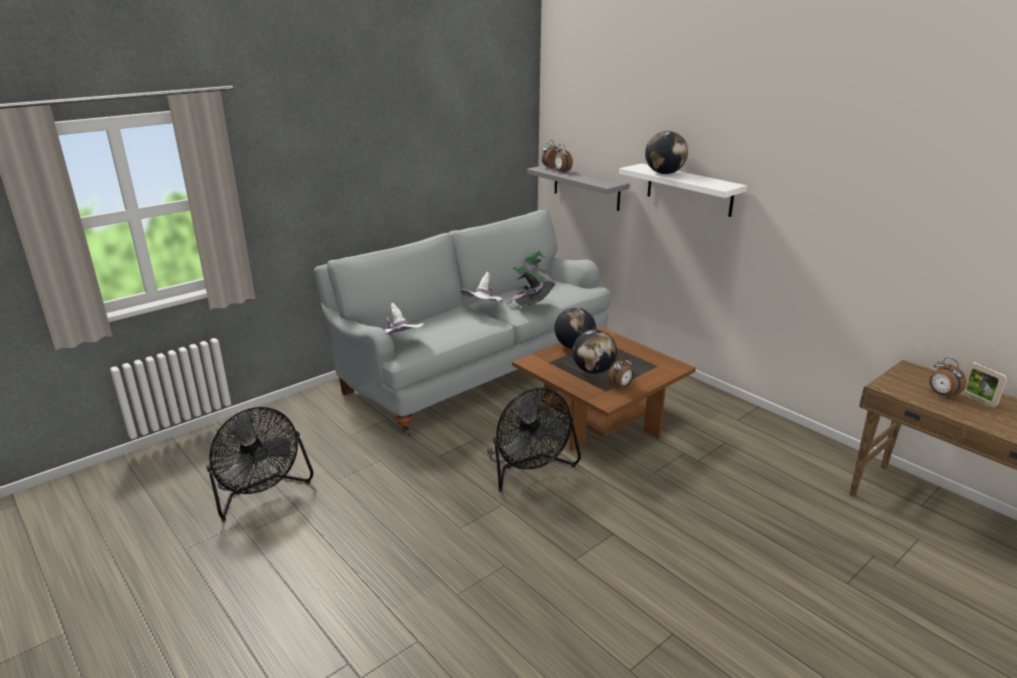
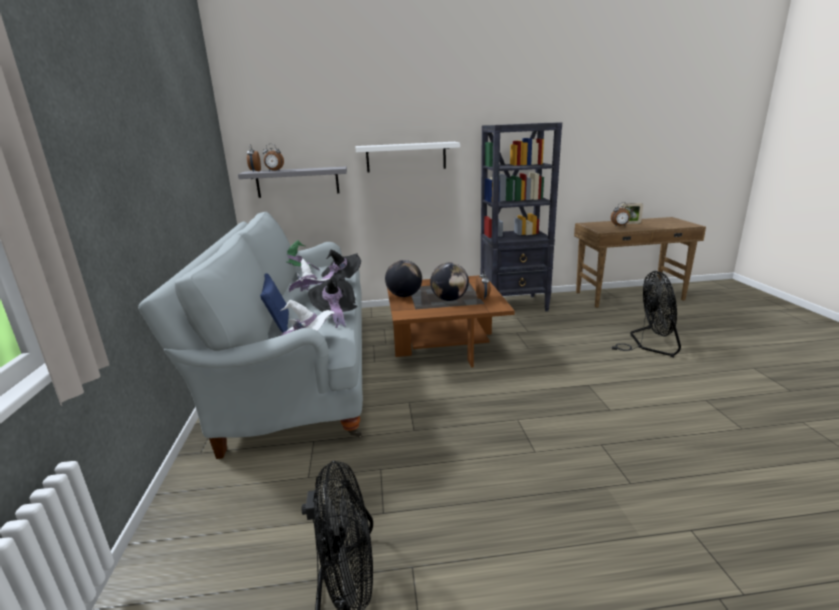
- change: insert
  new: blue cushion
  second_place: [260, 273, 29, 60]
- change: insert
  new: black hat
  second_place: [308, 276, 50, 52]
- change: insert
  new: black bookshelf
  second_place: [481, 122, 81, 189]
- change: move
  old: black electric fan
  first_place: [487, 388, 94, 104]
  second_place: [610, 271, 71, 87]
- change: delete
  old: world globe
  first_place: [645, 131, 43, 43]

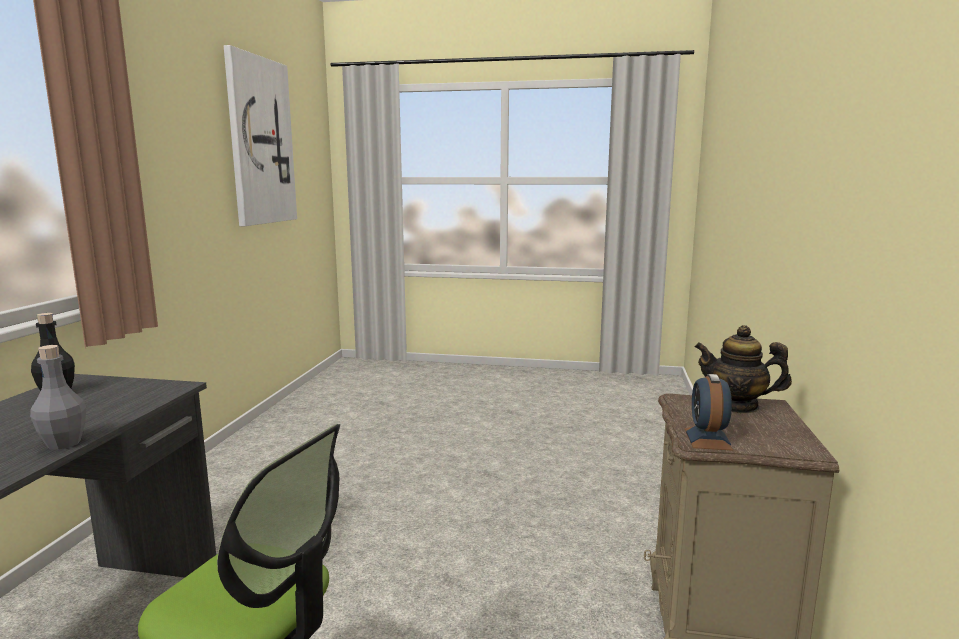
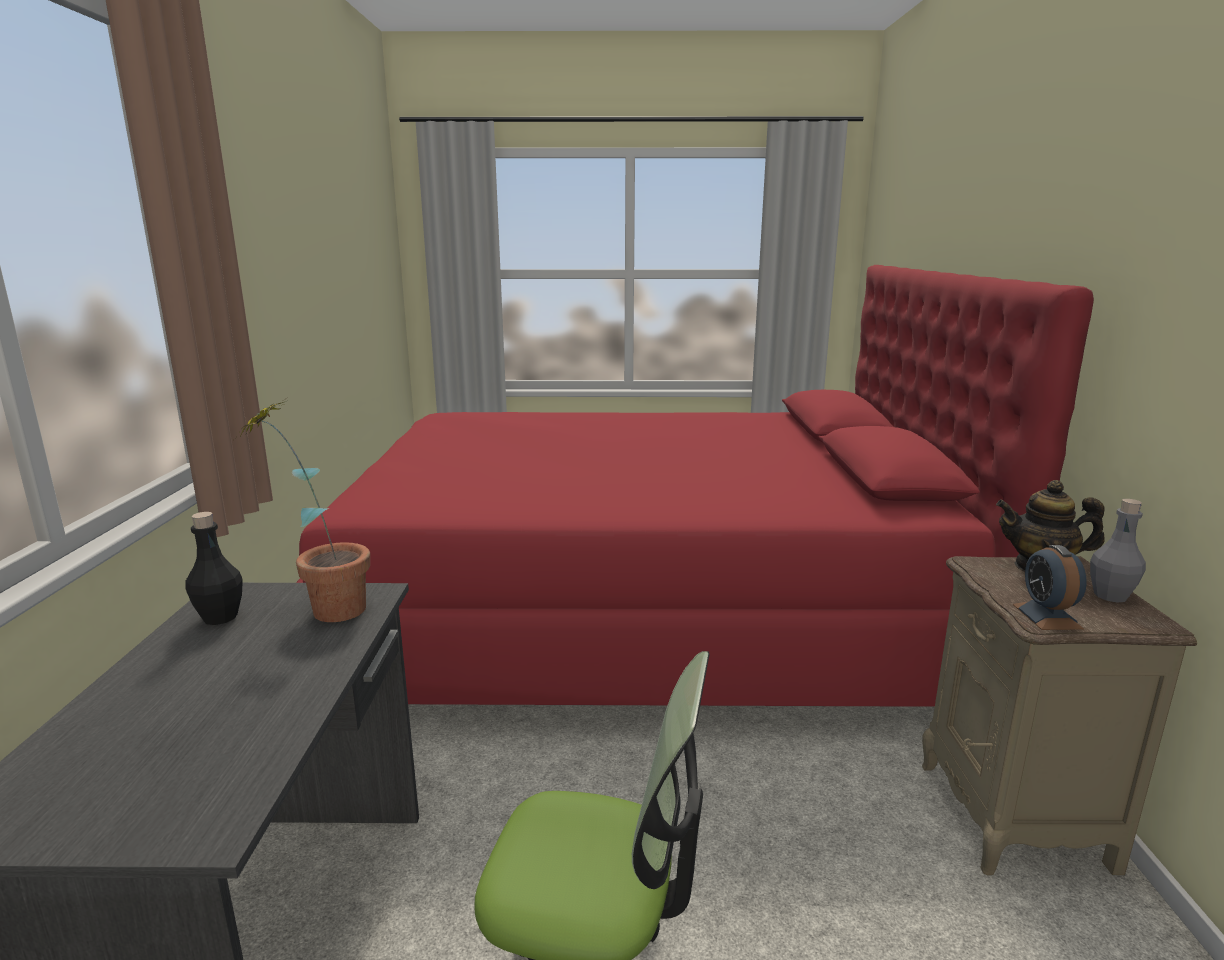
- change: insert
  new: plant in a pot
  second_place: [237, 397, 133, 225]
- change: insert
  new: red-coloured bed
  second_place: [296, 265, 798, 442]
- change: move
  old: gray drink bottle
  first_place: [30, 345, 56, 105]
  second_place: [1090, 499, 56, 103]
- change: delete
  old: wall art
  first_place: [224, 45, 73, 181]

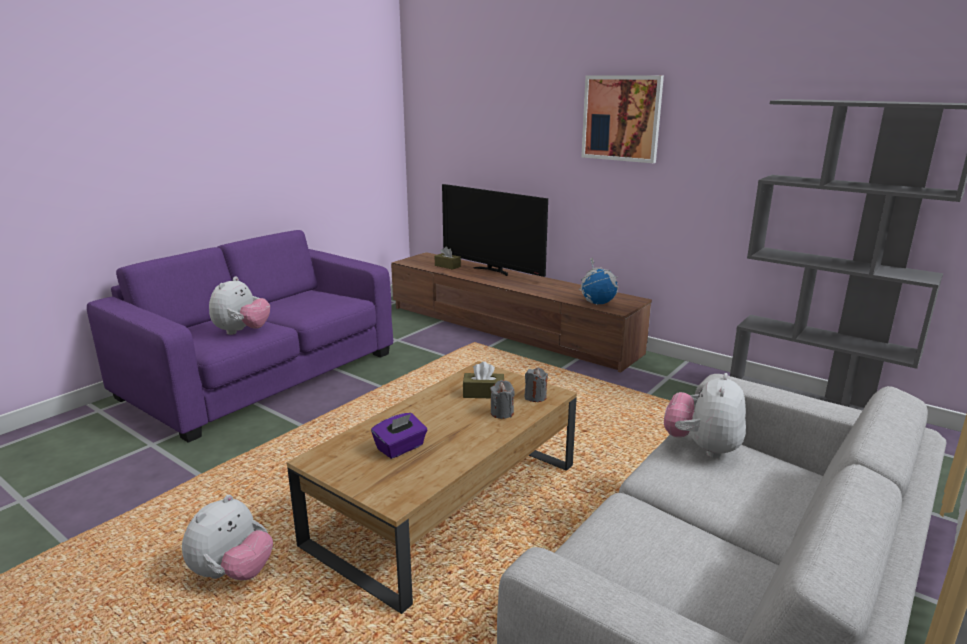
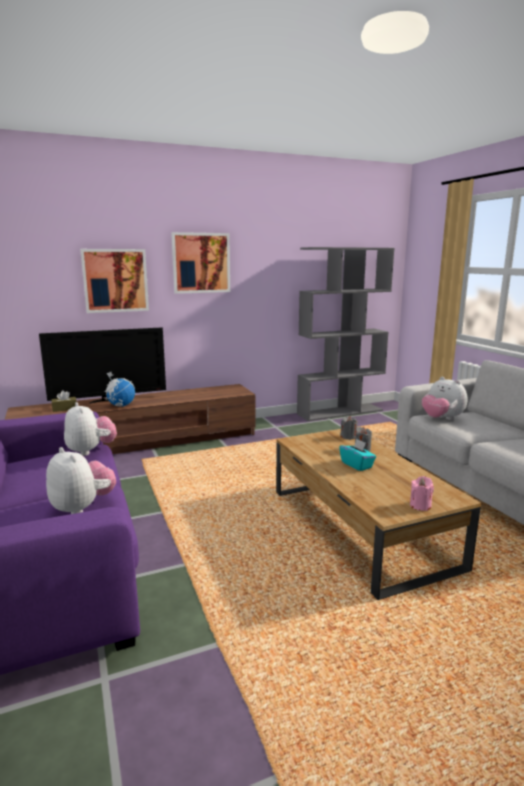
- change: move
  old: plush toy
  first_place: [182, 495, 91, 85]
  second_place: [64, 402, 53, 54]
- change: insert
  new: wall art
  second_place: [80, 249, 69, 64]
- change: move
  old: world globe
  first_place: [580, 258, 38, 47]
  second_place: [105, 371, 30, 36]
- change: insert
  new: blue-green tissue box
  second_place: [339, 438, 37, 33]
- change: insert
  new: pink-coloured candle
  second_place: [410, 476, 24, 35]
- change: delete
  old: purplish tissue box
  first_place: [371, 413, 56, 46]
- change: delete
  old: brown-coloured tissue box
  first_place: [463, 362, 41, 36]

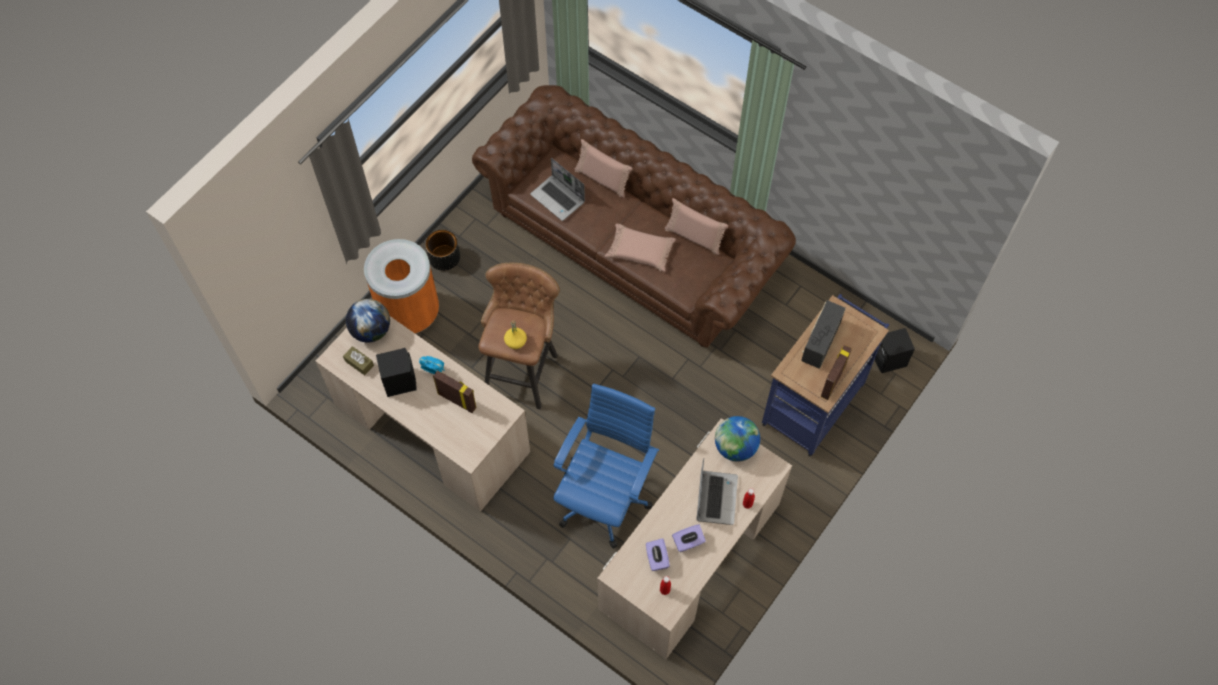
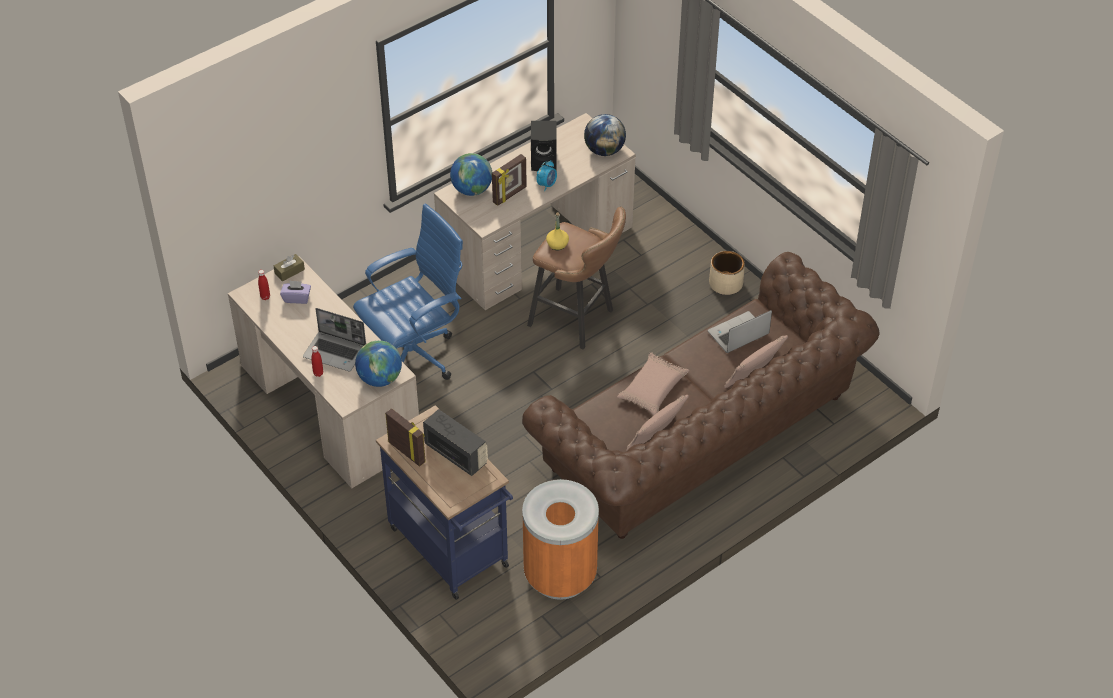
- change: move
  old: brown-coloured tissue box
  first_place: [343, 346, 31, 29]
  second_place: [274, 254, 31, 28]
- change: rotate
  old: blue office chair
  first_place: [553, 384, 106, 165]
  second_place: [353, 204, 110, 176]
  degrees: -75
- change: insert
  new: world globe
  second_place: [450, 153, 42, 43]
- change: move
  old: orange-coloured waste bin
  first_place: [364, 239, 75, 95]
  second_place: [522, 479, 77, 121]
- change: recolor
  old: black planter
  new: beige-coloured planter
  first_place: [425, 230, 35, 41]
  second_place: [709, 251, 36, 44]
- change: delete
  old: purplish tissue box
  first_place: [672, 524, 34, 28]
- change: delete
  old: black audio speaker
  first_place: [875, 328, 40, 45]

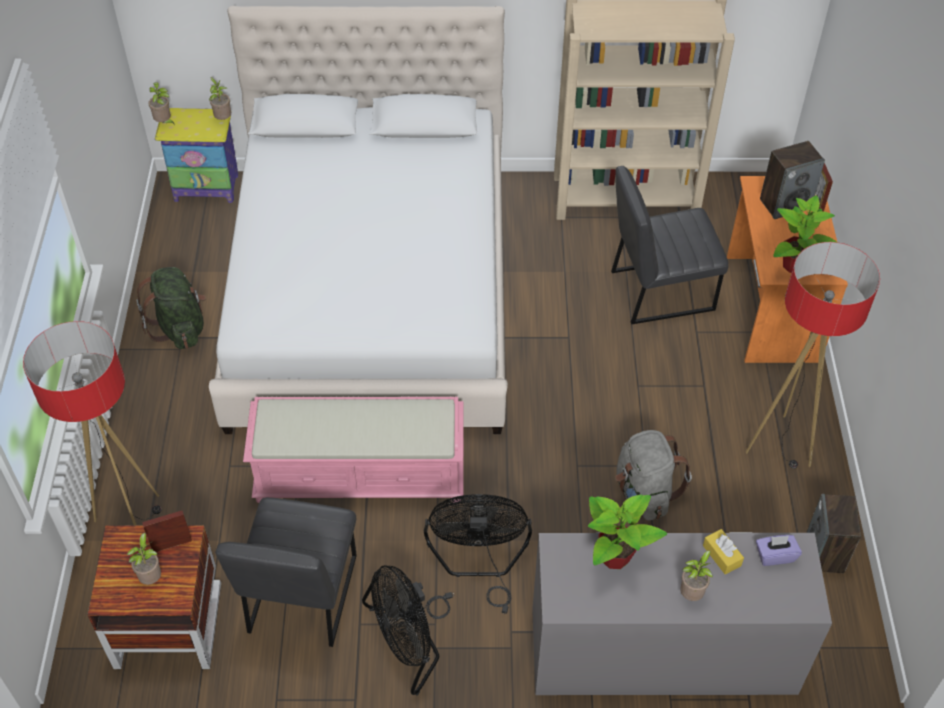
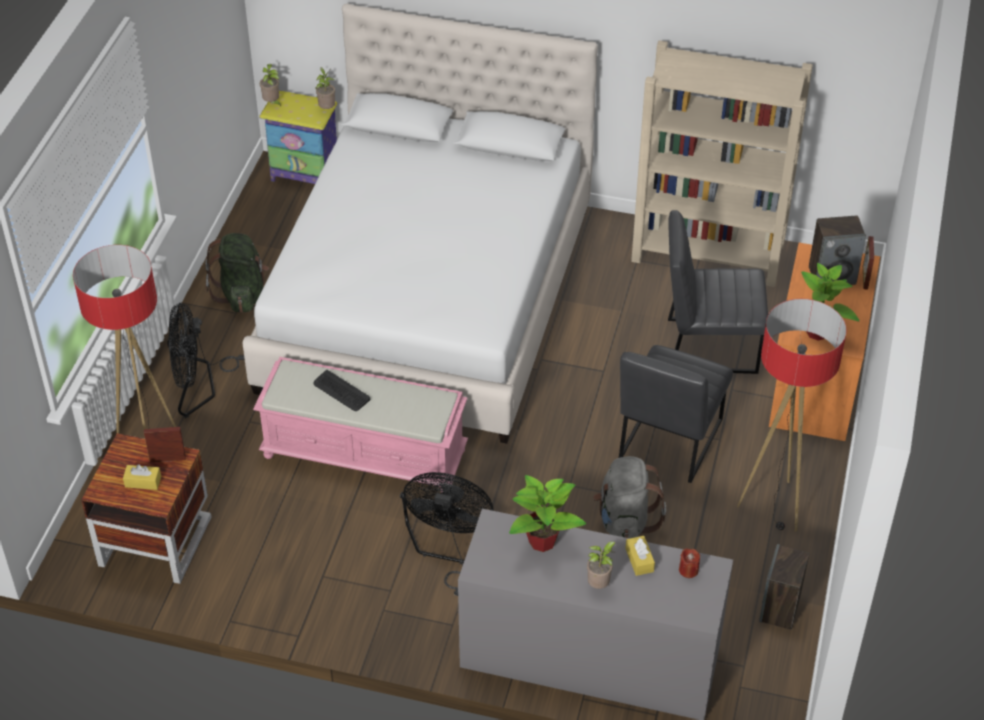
- change: replace
  old: plant in a pot
  new: yellowish tissue box
  first_place: [127, 533, 34, 52]
  second_place: [123, 464, 38, 26]
- change: move
  old: black electric fan
  first_place: [362, 565, 92, 131]
  second_place: [167, 303, 77, 115]
- change: insert
  new: computer keyboard
  second_place: [313, 370, 57, 41]
- change: move
  old: gray plain chair
  first_place: [215, 497, 142, 150]
  second_place: [619, 345, 114, 138]
- change: replace
  old: purplish tissue box
  new: red-coloured candle
  first_place: [756, 535, 46, 31]
  second_place: [679, 548, 21, 30]

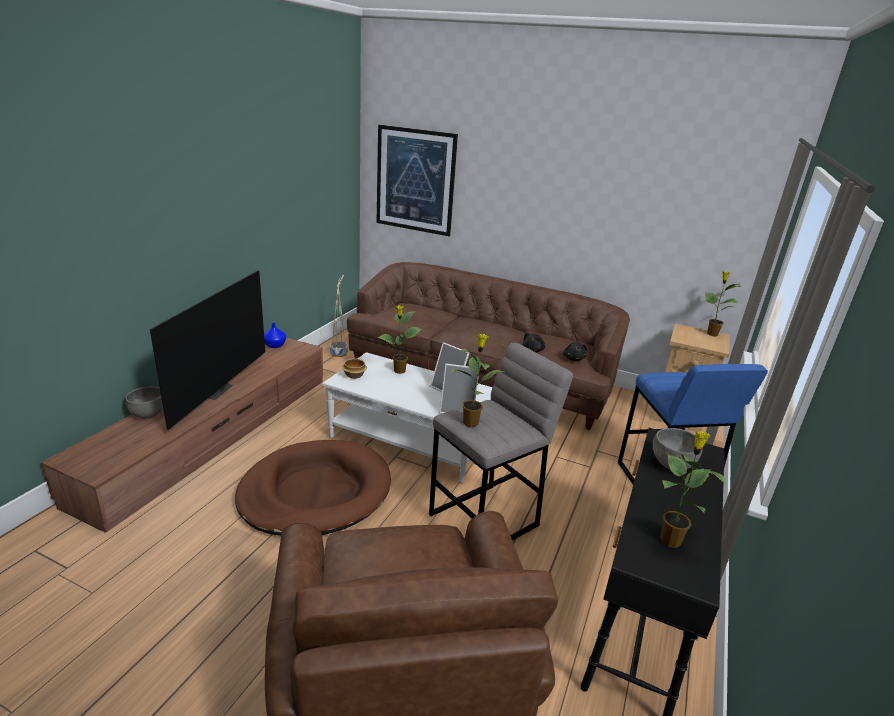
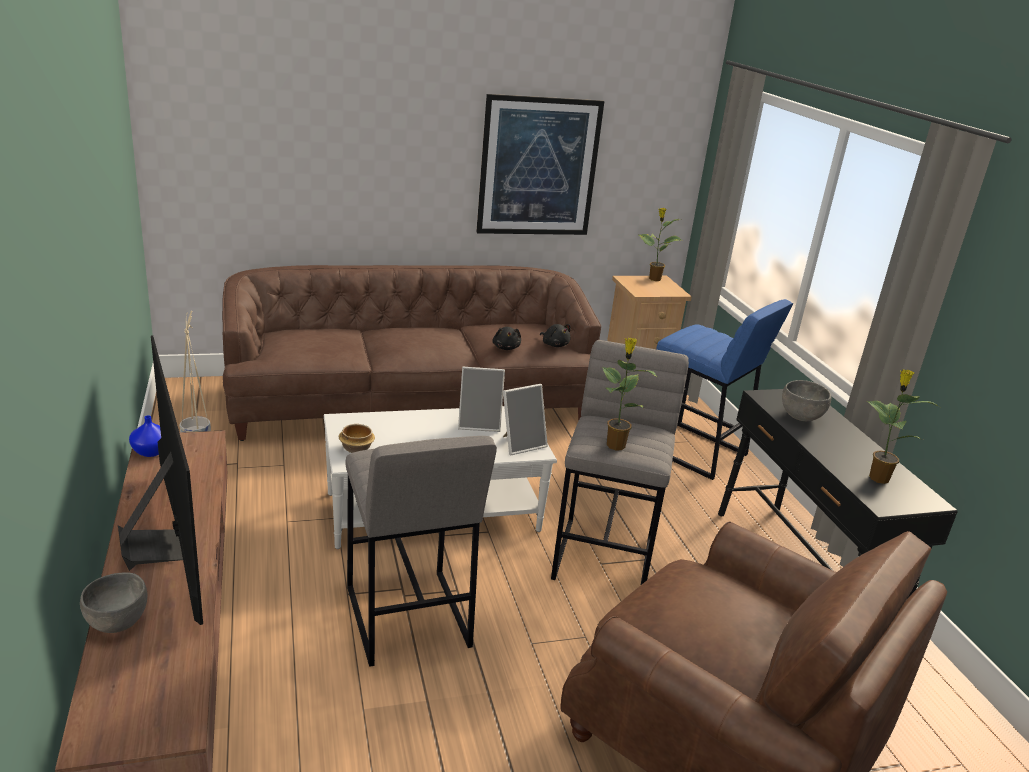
- change: replace
  old: brown-coloured pet bed
  new: gray sitting stool
  first_place: [235, 440, 156, 96]
  second_place: [346, 436, 151, 231]
- change: move
  old: wall art
  first_place: [376, 125, 82, 111]
  second_place: [476, 94, 128, 141]
- change: delete
  old: plant in a pot
  first_place: [377, 306, 45, 68]

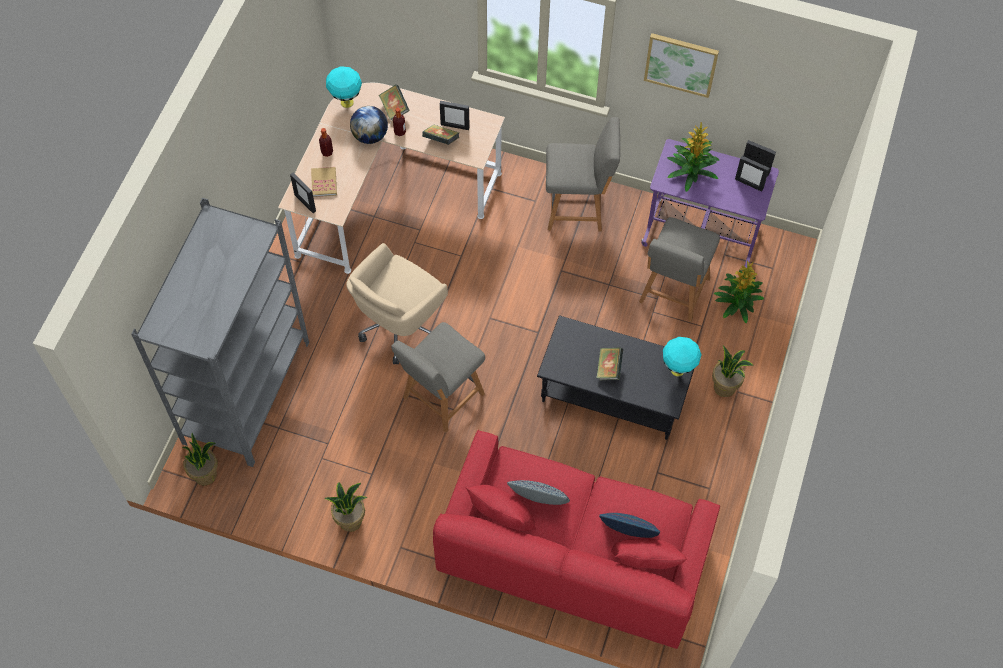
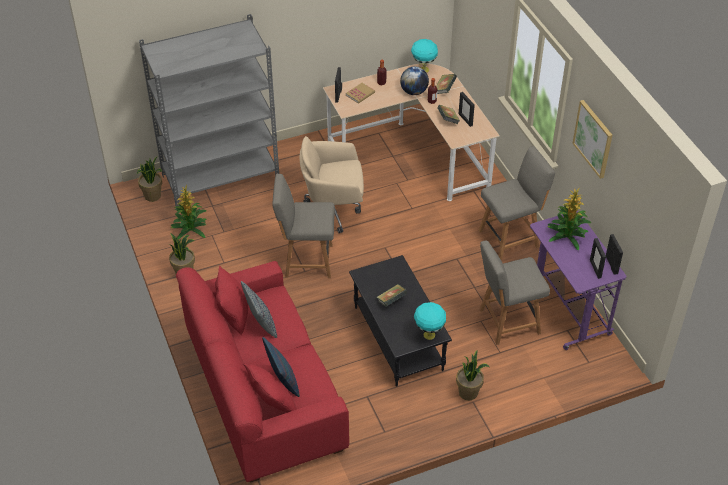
- change: move
  old: plant in a pot
  first_place: [714, 261, 50, 62]
  second_place: [170, 185, 37, 54]
- change: rotate
  old: gray plain chair
  first_place: [546, 117, 74, 115]
  second_place: [479, 146, 76, 114]
  degrees: -75

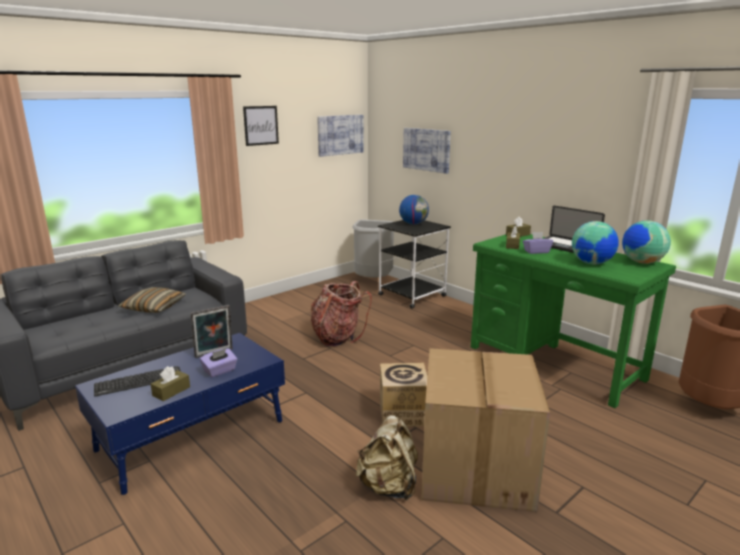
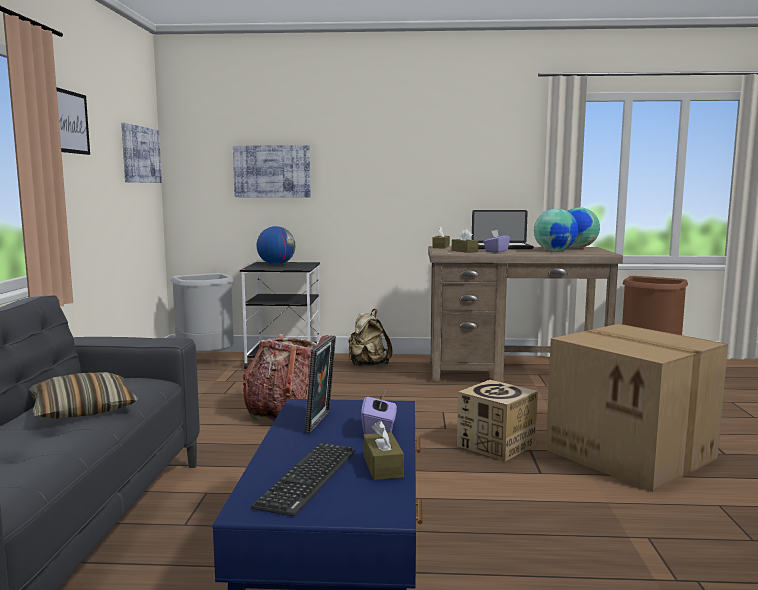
- change: move
  old: beige-coloured backpack
  first_place: [356, 415, 62, 86]
  second_place: [348, 309, 44, 57]
- change: recolor
  old: green desk unit
  new: brown-coloured desk unit
  first_place: [471, 234, 205, 174]
  second_place: [428, 246, 195, 137]

